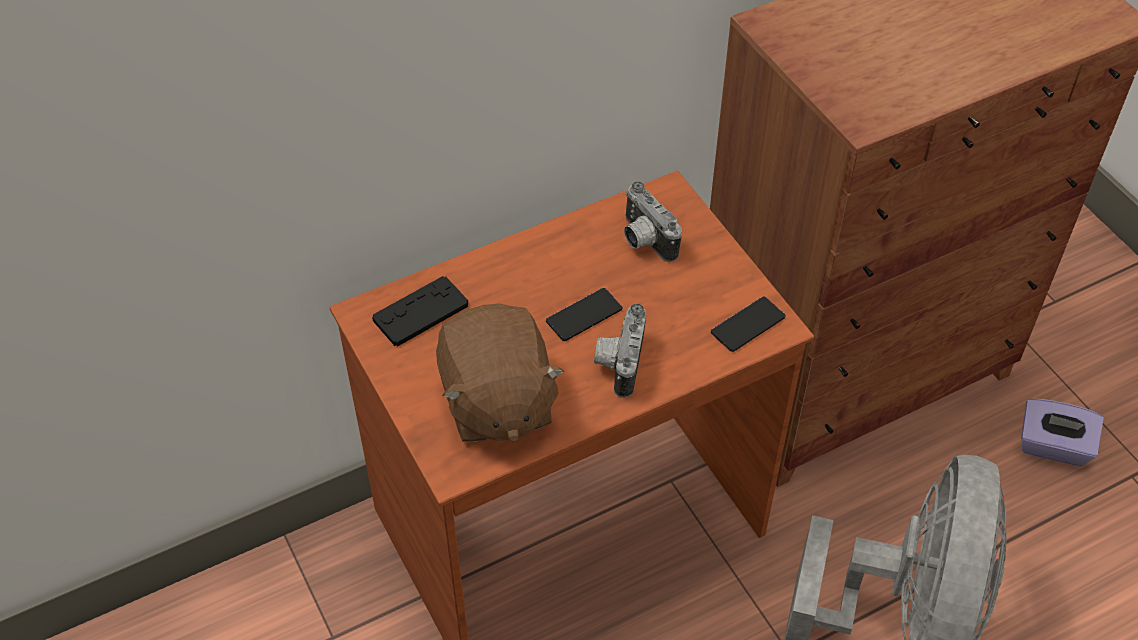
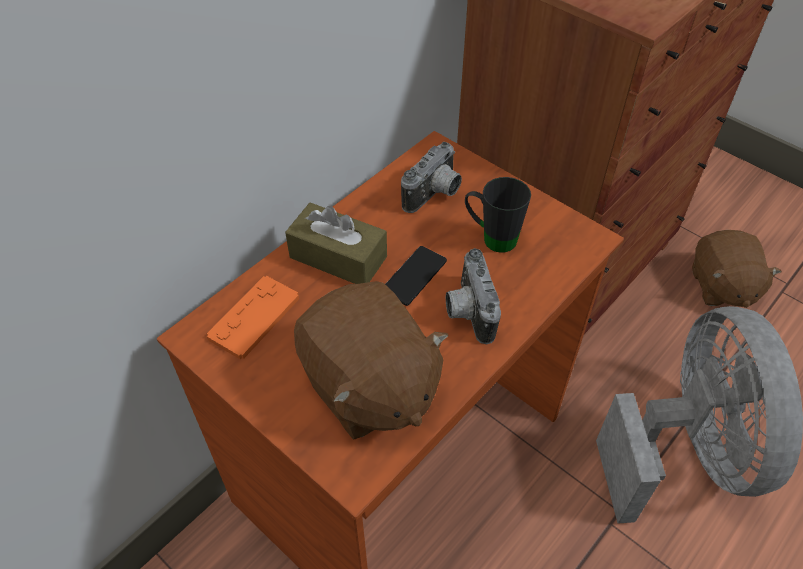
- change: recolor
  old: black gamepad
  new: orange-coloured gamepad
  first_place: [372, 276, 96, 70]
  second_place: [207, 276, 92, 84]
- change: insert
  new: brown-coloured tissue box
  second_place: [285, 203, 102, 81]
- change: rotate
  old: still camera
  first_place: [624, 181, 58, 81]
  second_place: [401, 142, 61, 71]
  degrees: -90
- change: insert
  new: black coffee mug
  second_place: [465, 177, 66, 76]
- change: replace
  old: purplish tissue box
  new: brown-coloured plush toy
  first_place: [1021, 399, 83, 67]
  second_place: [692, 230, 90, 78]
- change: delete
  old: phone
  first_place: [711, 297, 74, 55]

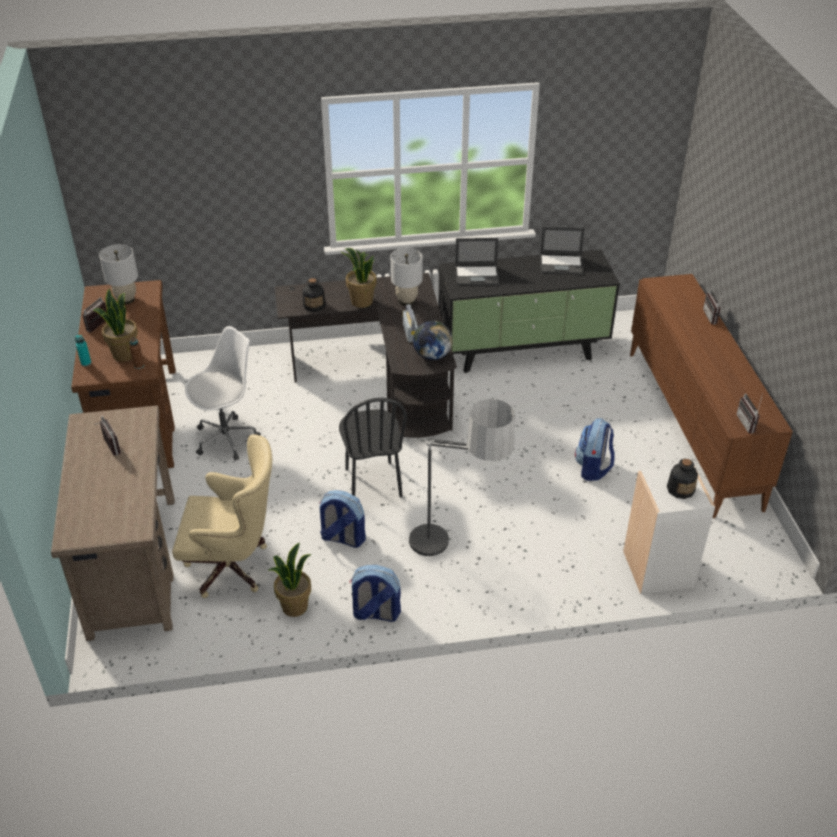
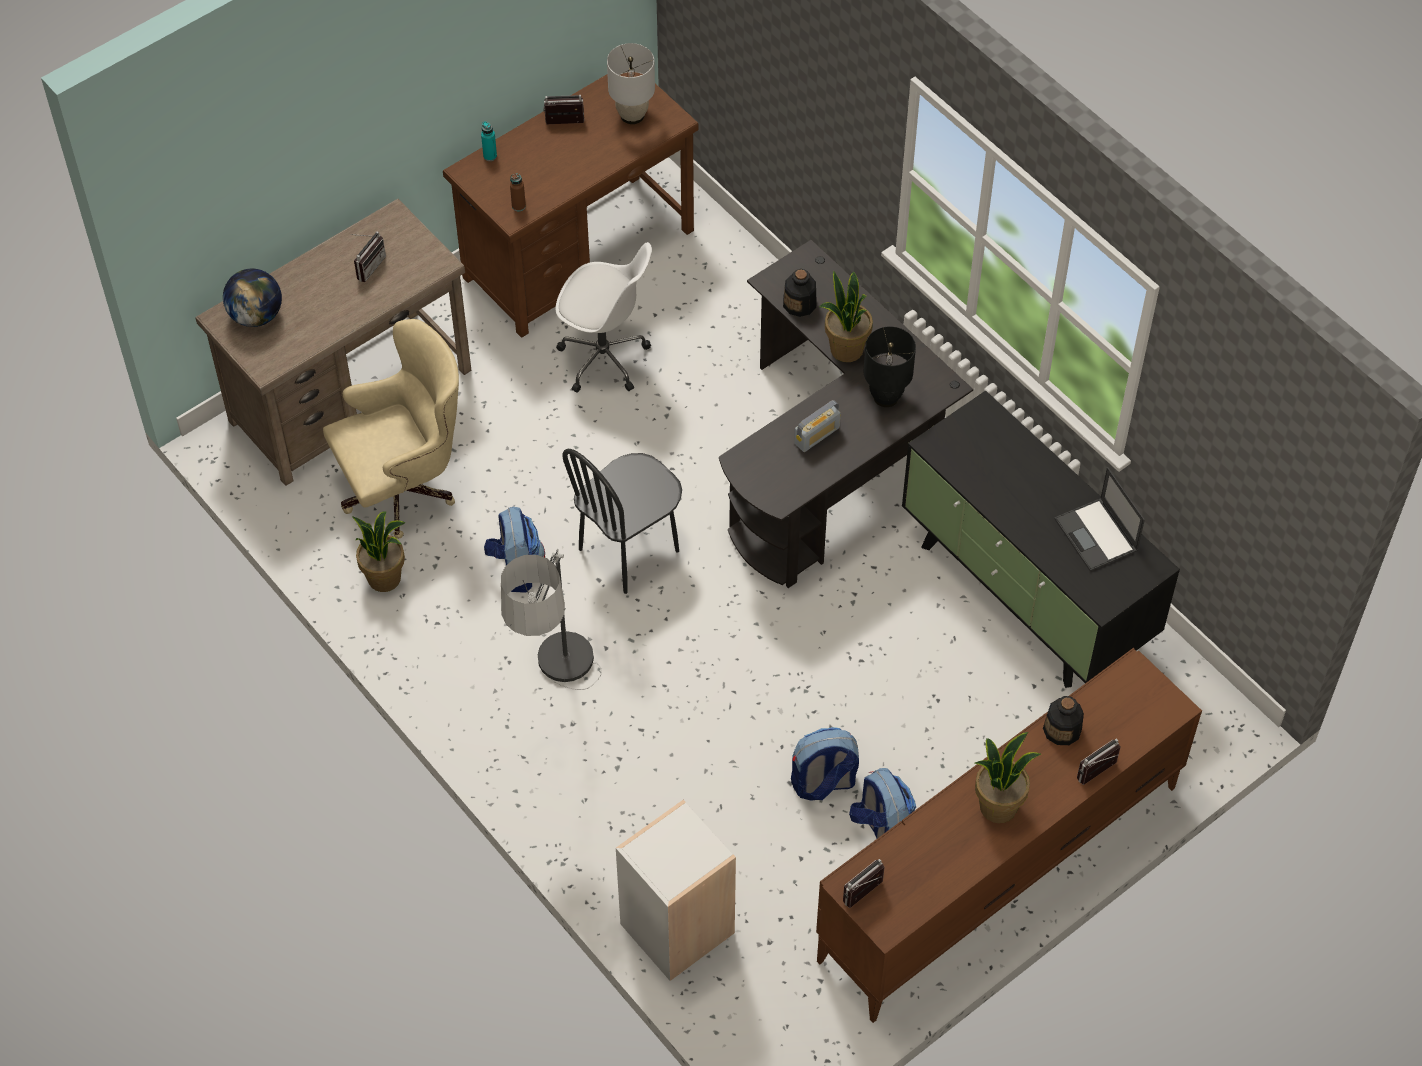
- change: move
  old: world globe
  first_place: [413, 321, 40, 39]
  second_place: [223, 269, 59, 58]
- change: rotate
  old: beige-coloured office chair
  first_place: [172, 434, 100, 164]
  second_place: [323, 319, 136, 220]
  degrees: -90
- change: move
  old: backpack
  first_place: [349, 565, 52, 57]
  second_place: [849, 768, 67, 70]
- change: recolor
  old: white-coloured tabletop lamp
  new: black tabletop lamp
  first_place: [391, 248, 32, 58]
  second_place: [864, 327, 52, 80]
- change: move
  old: plant in a pot
  first_place: [93, 288, 45, 74]
  second_place: [975, 732, 66, 91]
- change: move
  old: drink bottle
  first_place: [667, 459, 31, 40]
  second_place: [1043, 696, 41, 49]
- change: delete
  old: portable computer
  first_place: [455, 238, 44, 47]

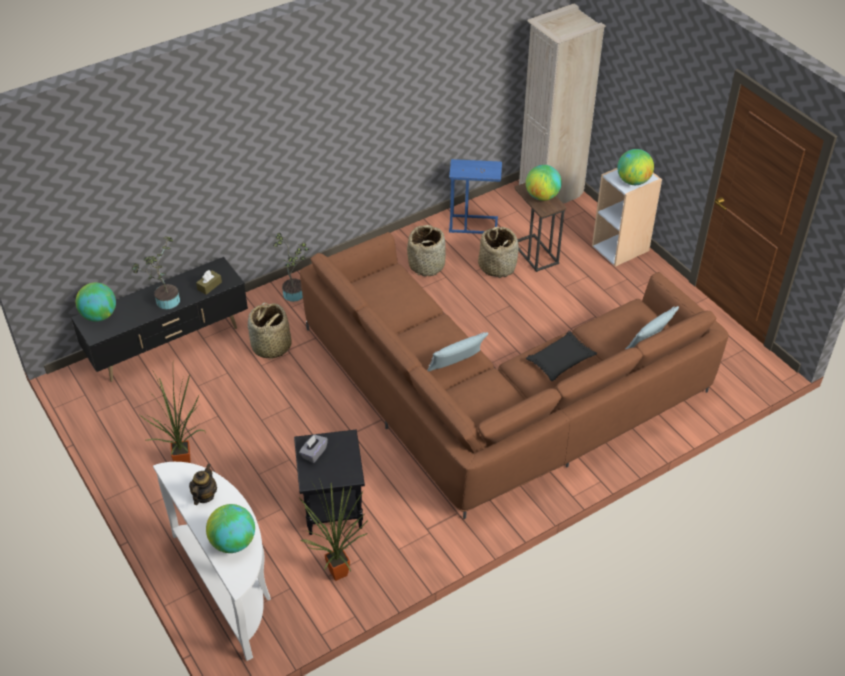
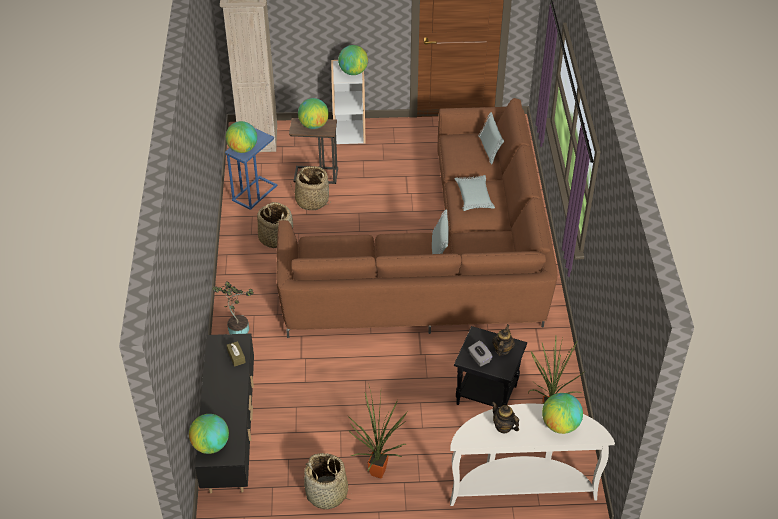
- change: insert
  new: world globe
  second_place: [226, 121, 31, 32]
- change: move
  old: storage basket
  first_place: [248, 303, 44, 57]
  second_place: [303, 453, 50, 56]
- change: recolor
  old: black cushion
  new: blue cushion
  first_place: [526, 331, 71, 50]
  second_place: [455, 175, 40, 36]
- change: insert
  new: tea pot
  second_place: [492, 324, 23, 32]
- change: delete
  old: plant in a pot
  first_place: [132, 236, 48, 73]

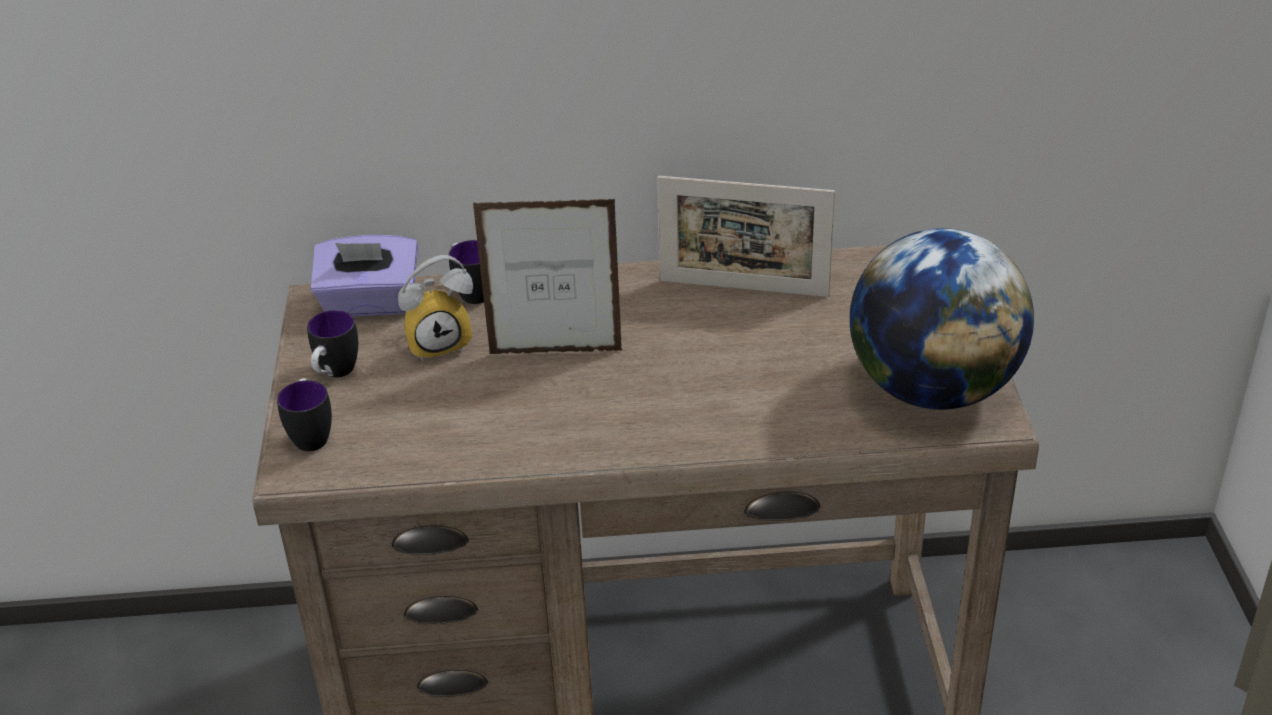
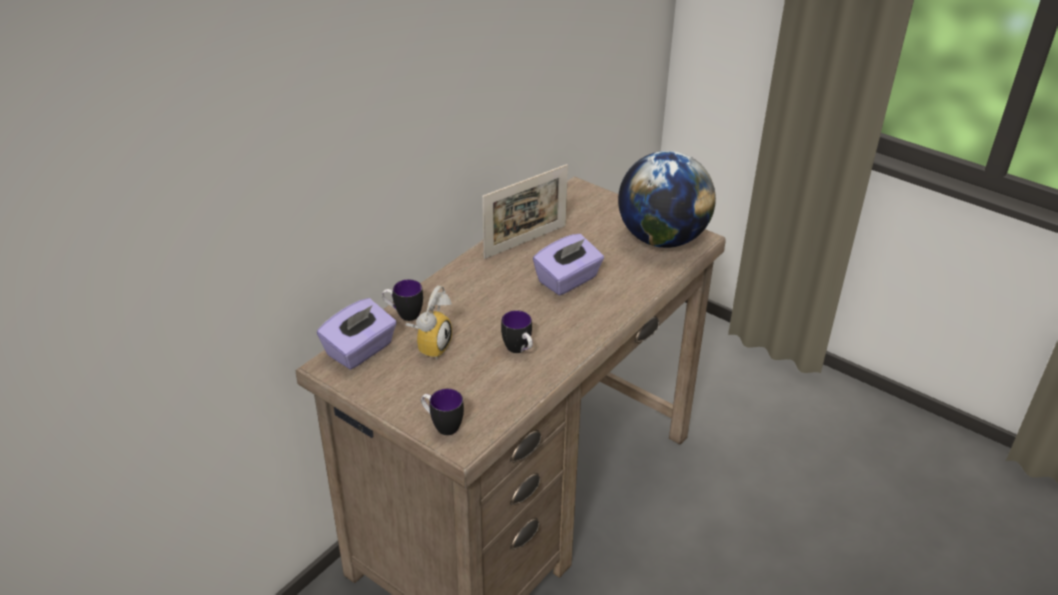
- change: move
  old: coffee mug
  first_place: [307, 310, 51, 68]
  second_place: [501, 310, 32, 43]
- change: insert
  new: purplish tissue box
  second_place: [533, 234, 71, 61]
- change: delete
  old: picture frame
  first_place: [473, 199, 150, 155]

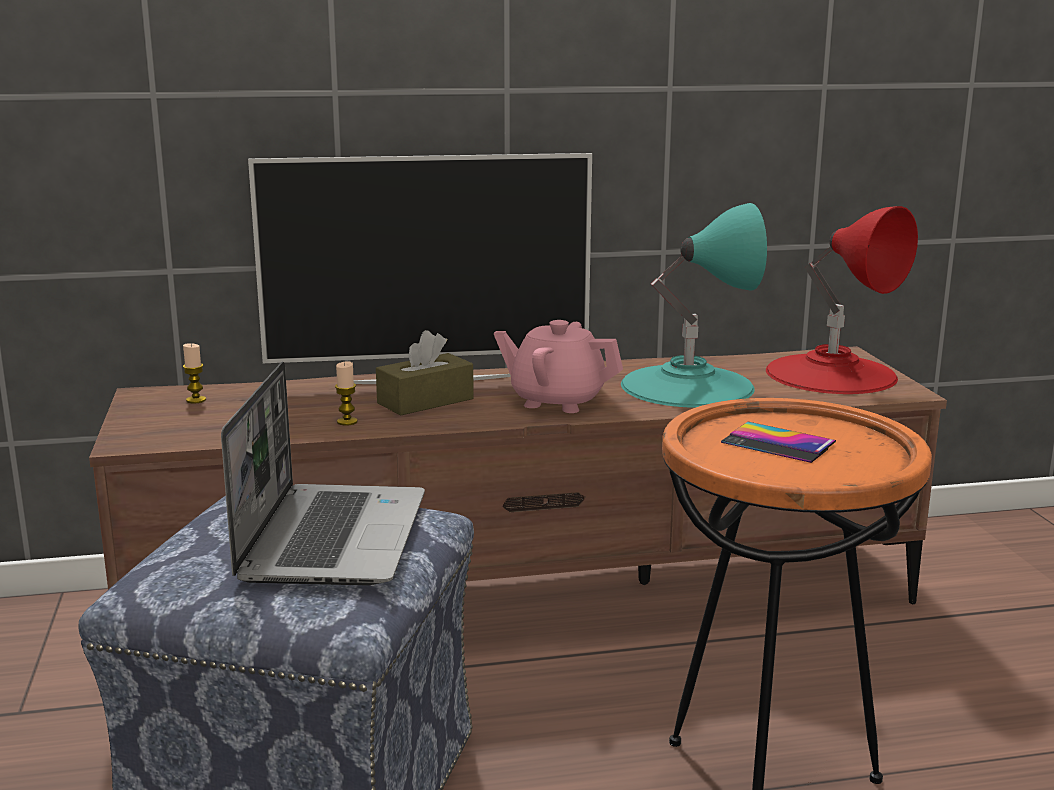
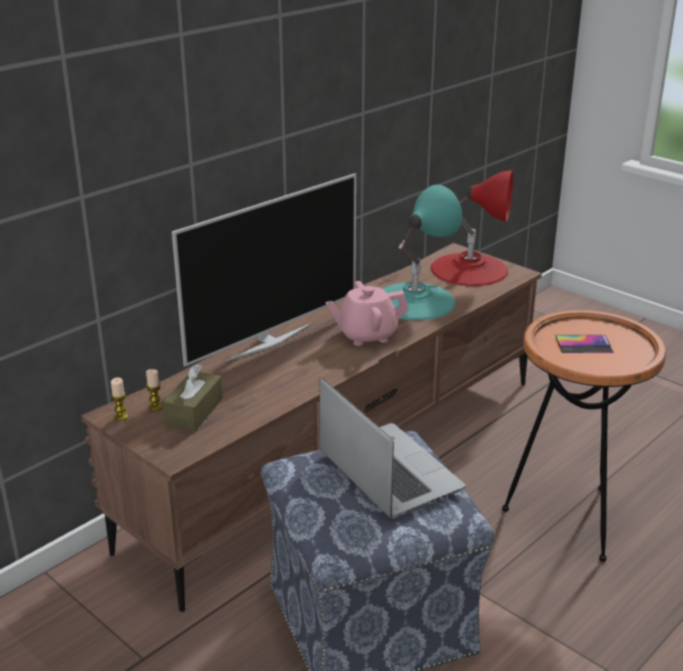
- change: move
  old: candle
  first_place: [335, 361, 23, 65]
  second_place: [111, 377, 17, 44]
- change: move
  old: brown-coloured tissue box
  first_place: [376, 330, 98, 86]
  second_place: [163, 364, 60, 67]

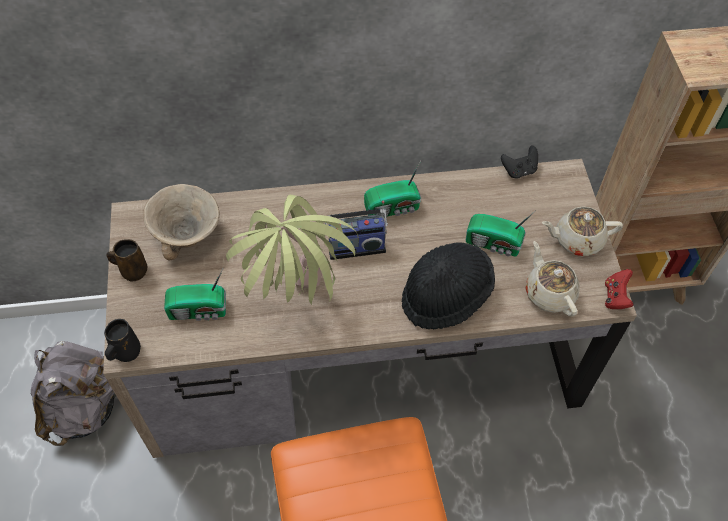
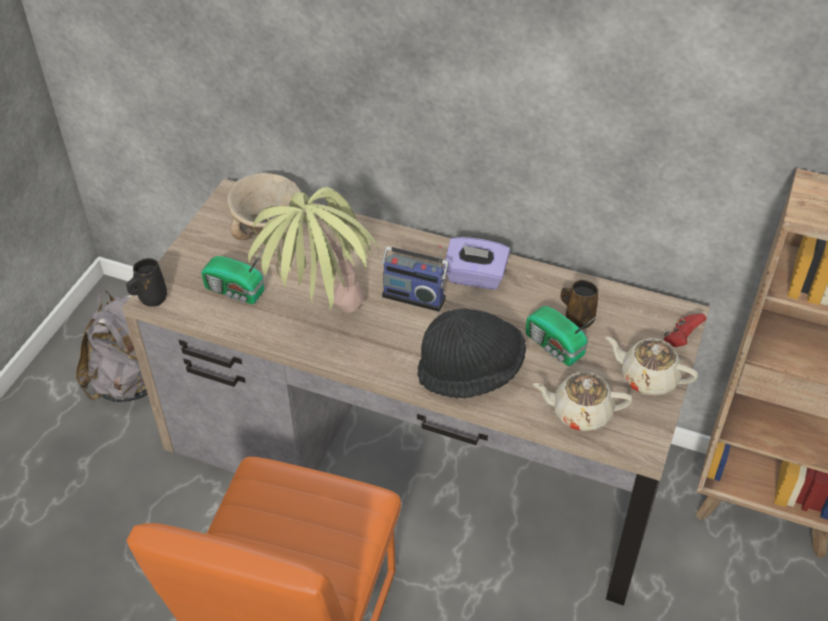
- change: replace
  old: radio
  new: purplish tissue box
  first_place: [364, 161, 57, 56]
  second_place: [443, 237, 67, 53]
- change: rotate
  old: beige-coloured tea pot
  first_place: [525, 241, 55, 76]
  second_place: [532, 372, 101, 59]
  degrees: -90
- change: move
  old: brown-coloured coffee mug
  first_place: [106, 239, 41, 43]
  second_place: [560, 280, 38, 49]
- change: move
  old: red-coloured gamepad
  first_place: [605, 269, 29, 40]
  second_place: [663, 313, 43, 34]
- change: delete
  old: black gamepad
  first_place: [501, 145, 37, 33]

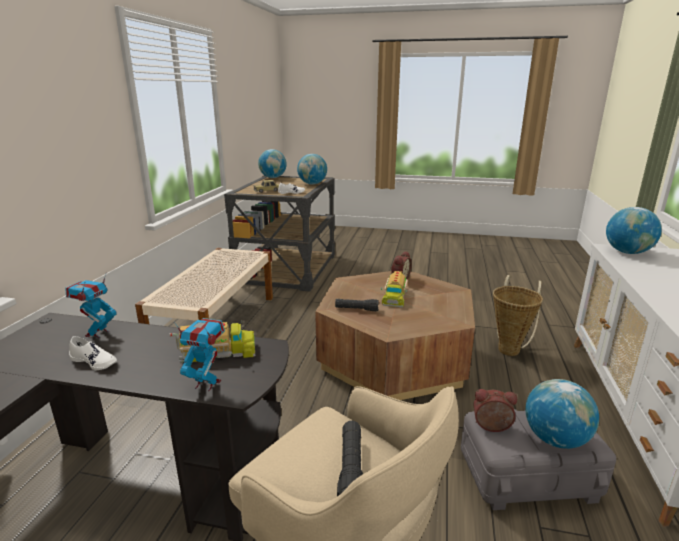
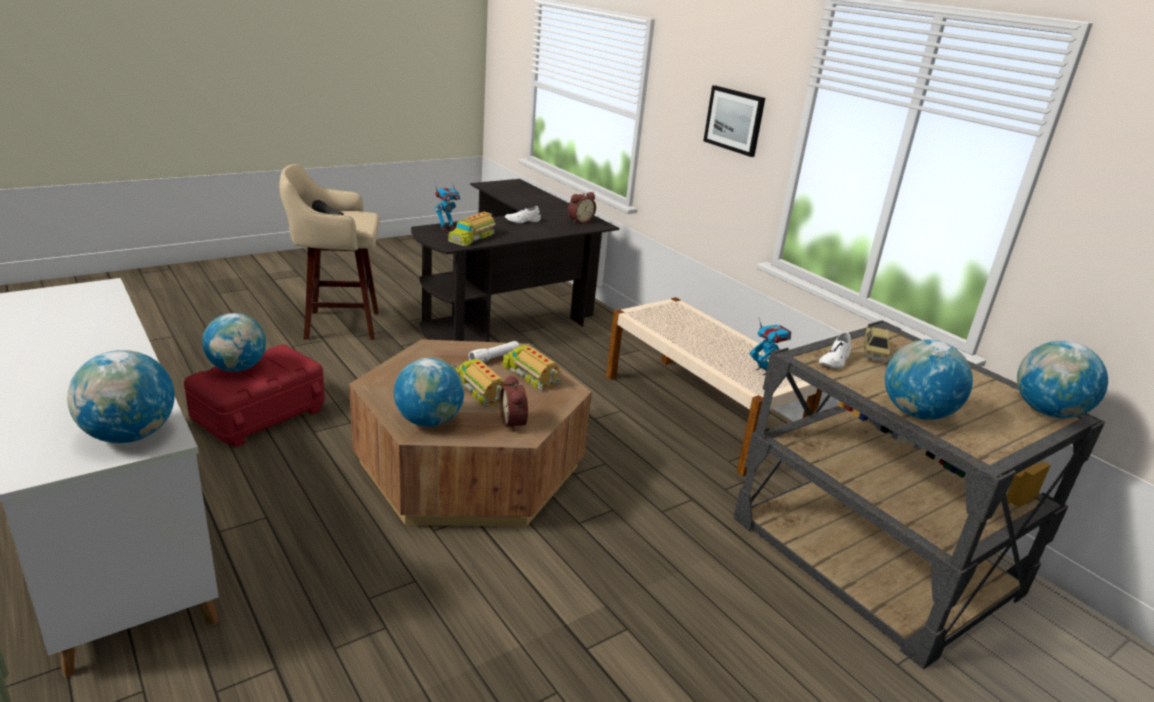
- change: recolor
  old: gray storage bin
  new: red-coloured storage bin
  first_place: [461, 409, 155, 101]
  second_place: [184, 344, 141, 103]
- change: insert
  new: world globe
  second_place: [394, 358, 70, 69]
- change: recolor
  old: black hand torch
  new: white-coloured hand torch
  first_place: [335, 299, 44, 12]
  second_place: [468, 341, 52, 22]
- change: insert
  new: model truck
  second_place: [502, 344, 59, 47]
- change: move
  old: table clock
  first_place: [473, 389, 44, 43]
  second_place: [568, 192, 28, 31]
- change: insert
  new: wall art
  second_place: [703, 85, 62, 72]
- change: move
  old: model robot
  first_place: [65, 272, 52, 66]
  second_place: [750, 319, 42, 56]
- change: delete
  old: storage basket
  first_place: [493, 275, 50, 81]

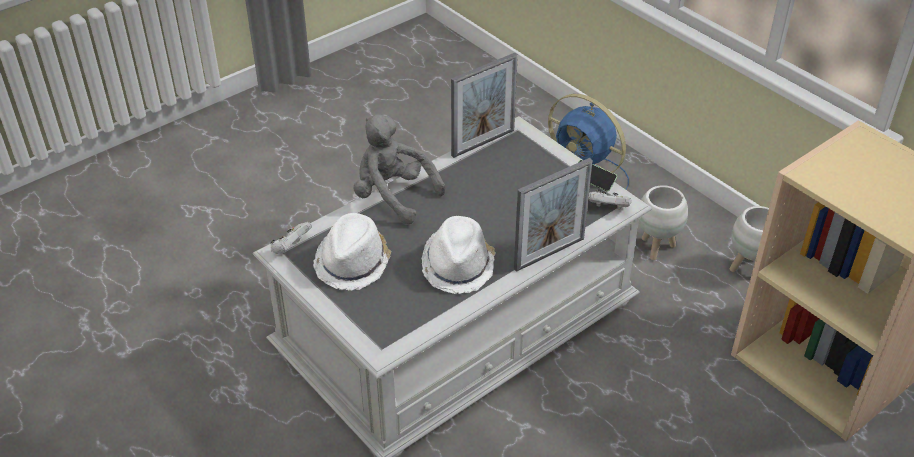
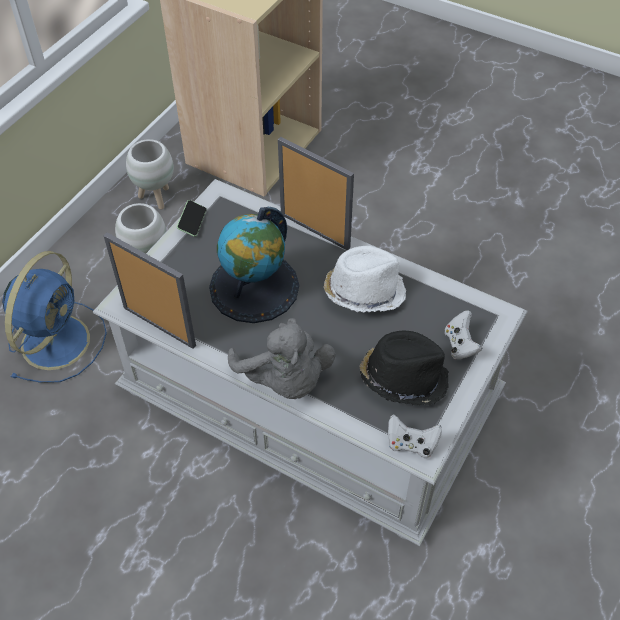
- change: insert
  new: world globe
  second_place: [209, 207, 90, 116]
- change: rotate
  old: gray plush toy
  first_place: [353, 114, 92, 110]
  second_place: [228, 318, 108, 81]
  degrees: -45
- change: recolor
  old: white-coloured hat
  new: black hat
  first_place: [313, 213, 78, 77]
  second_place: [359, 331, 90, 75]
- change: move
  old: white-coloured gamepad
  first_place: [588, 189, 44, 21]
  second_place: [445, 310, 37, 49]

